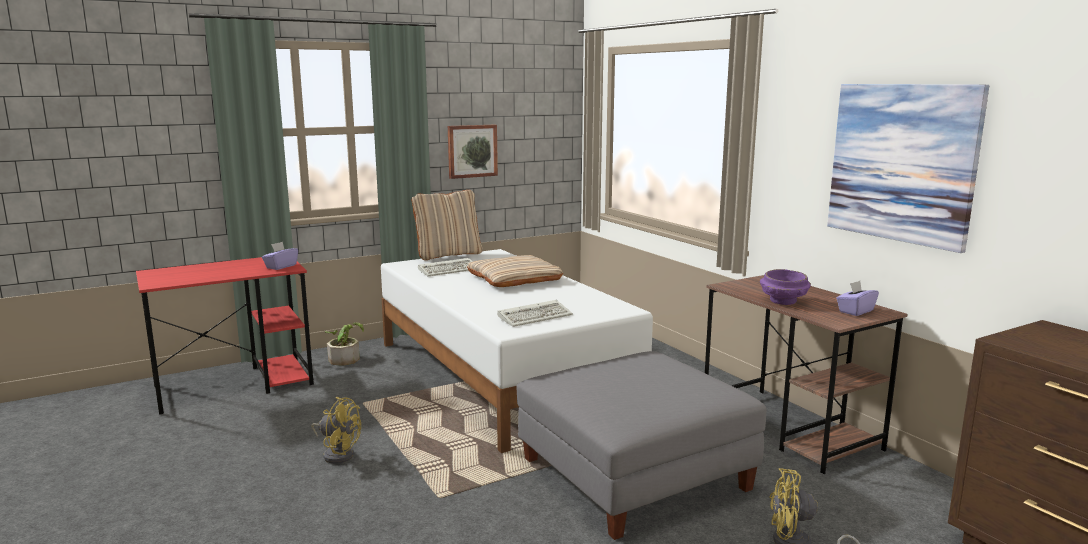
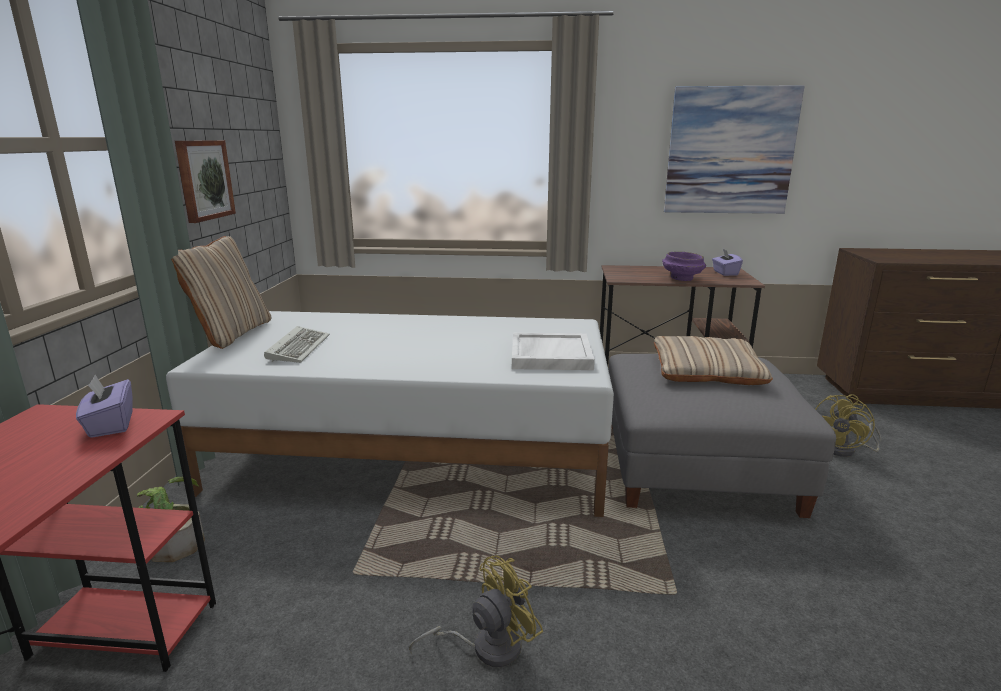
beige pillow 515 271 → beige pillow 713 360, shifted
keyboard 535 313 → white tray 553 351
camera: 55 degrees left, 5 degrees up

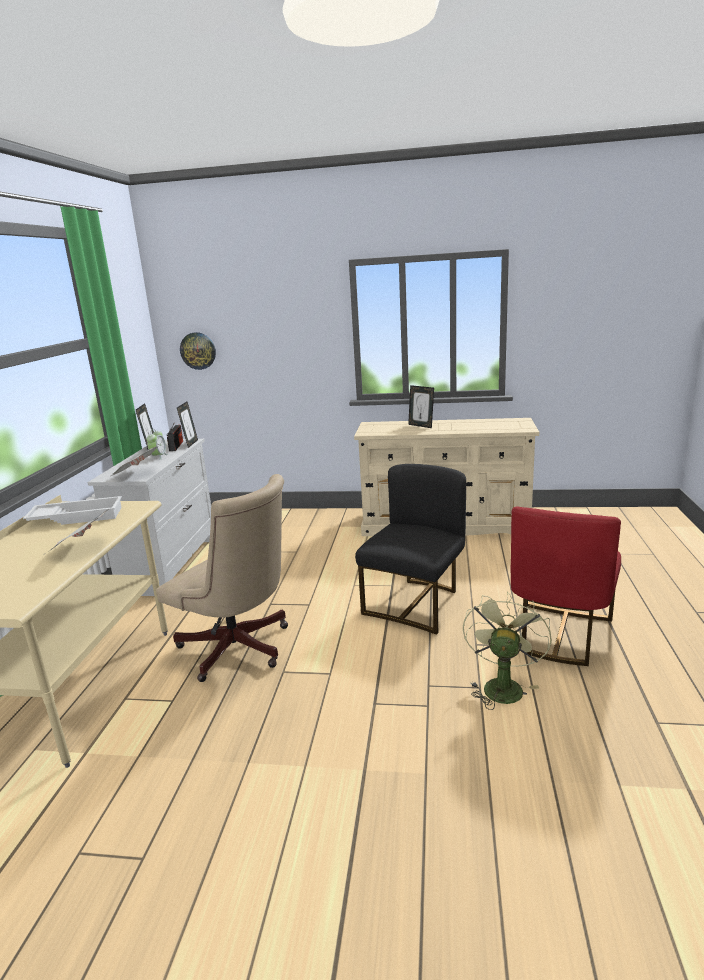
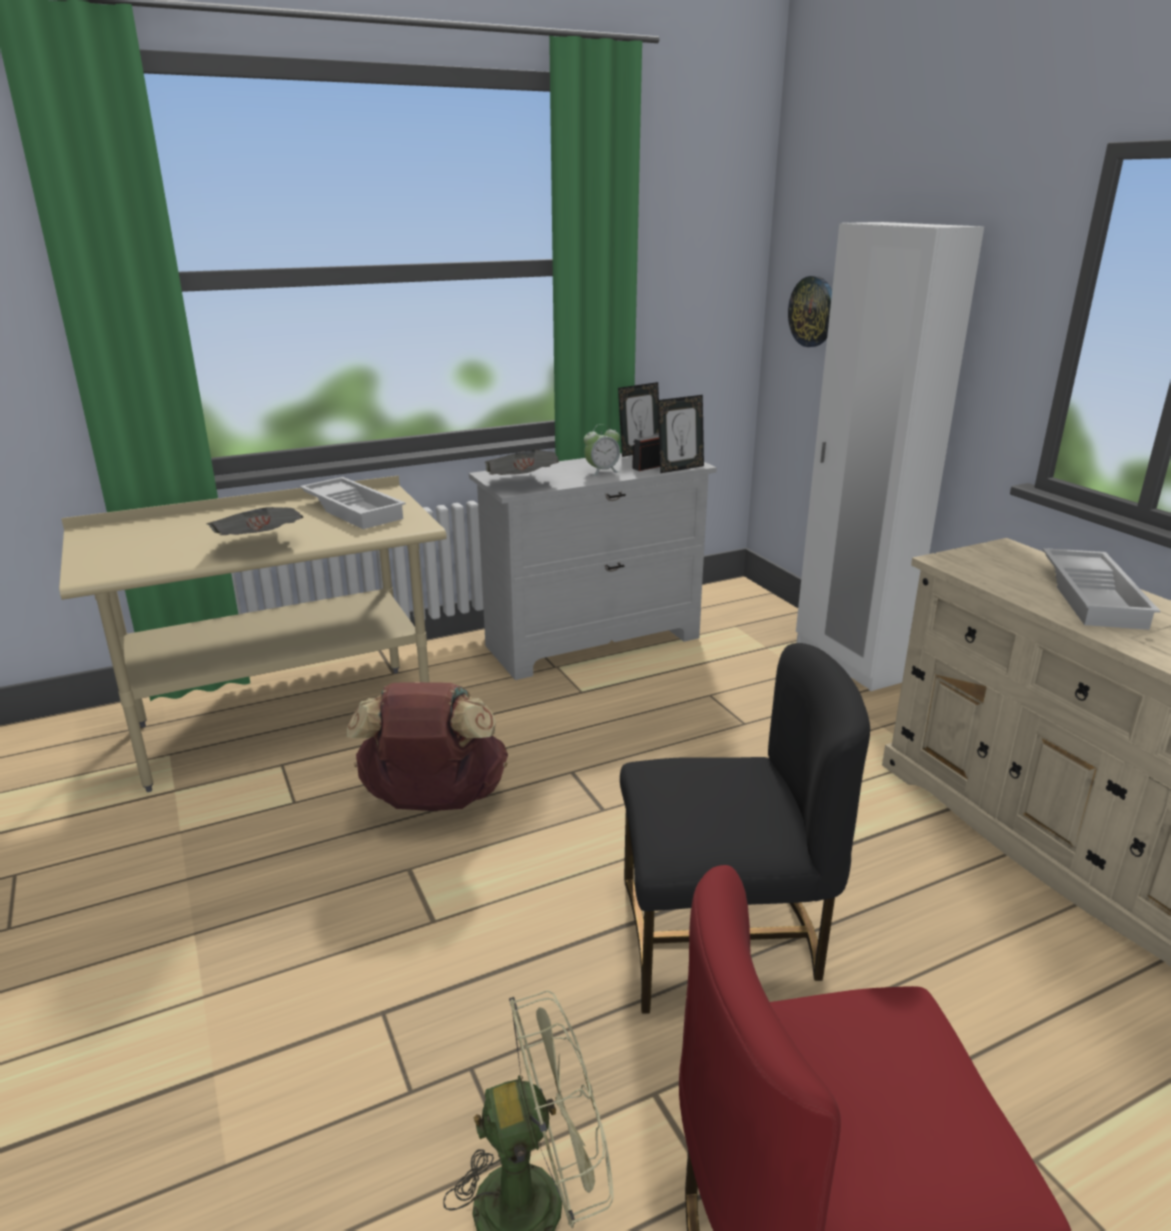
beige office chair 222 578 → brown backpack 427 746
picture frame 421 406 → white tray 1101 589
- → white wardrobe 890 456
camera: 55 degrees right, 5 degrees up

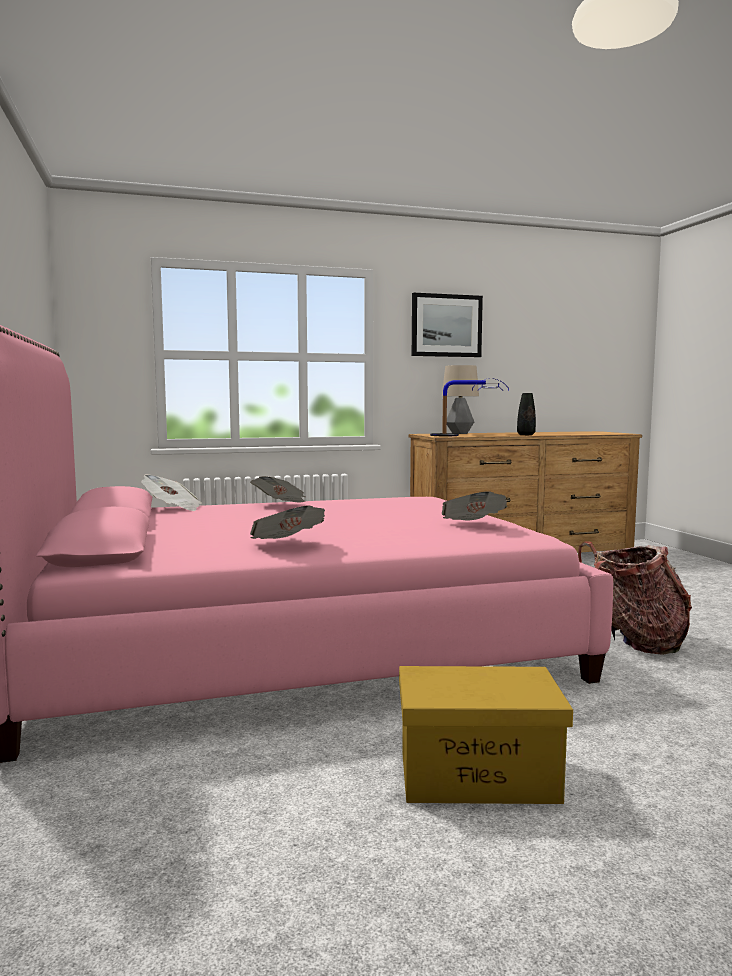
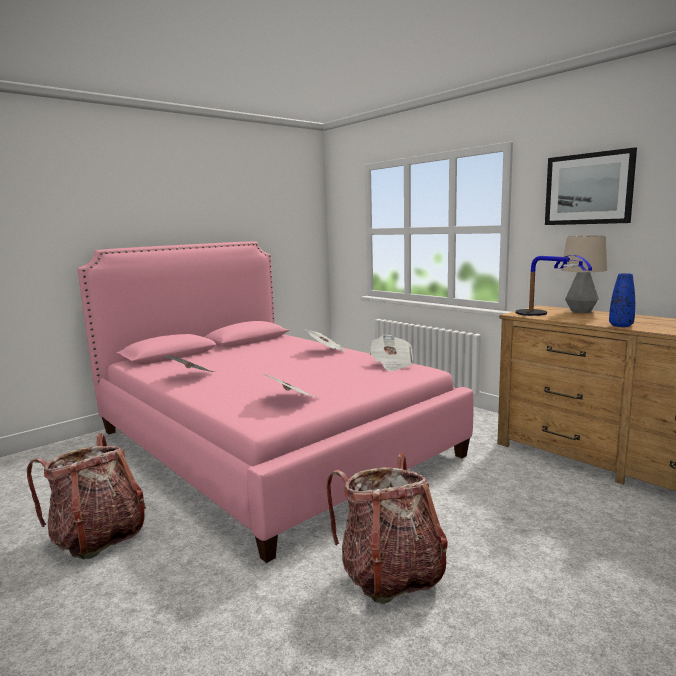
newspaper 171 492 → newspaper 391 353, shifted
yellow storage box 486 735 → backpack 86 496
black vase 526 414 → blue vase 622 300
camera: 65 degrees right, 5 degrees up

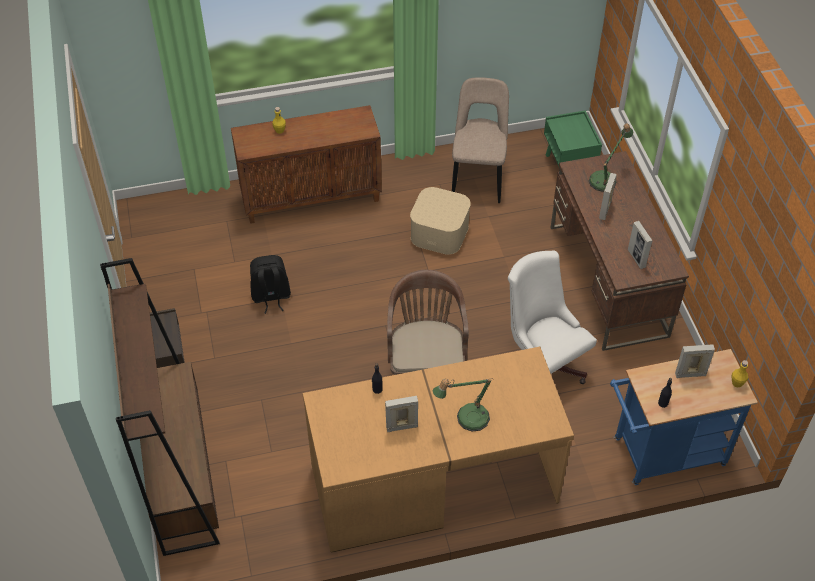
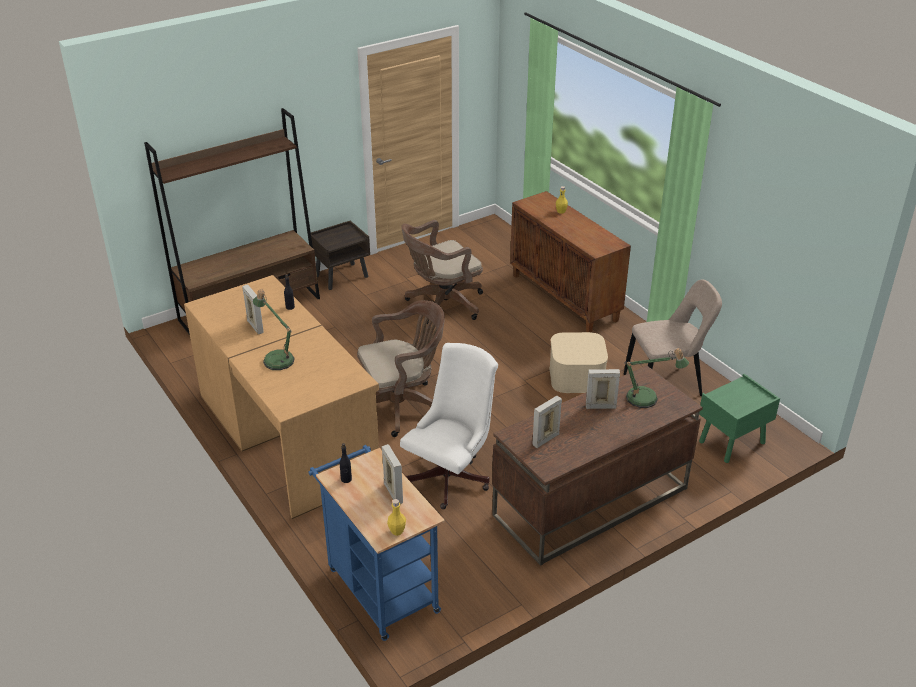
black backpack 270 284 → brown office chair 442 272
camera: 70 degrees right, 15 degrees down

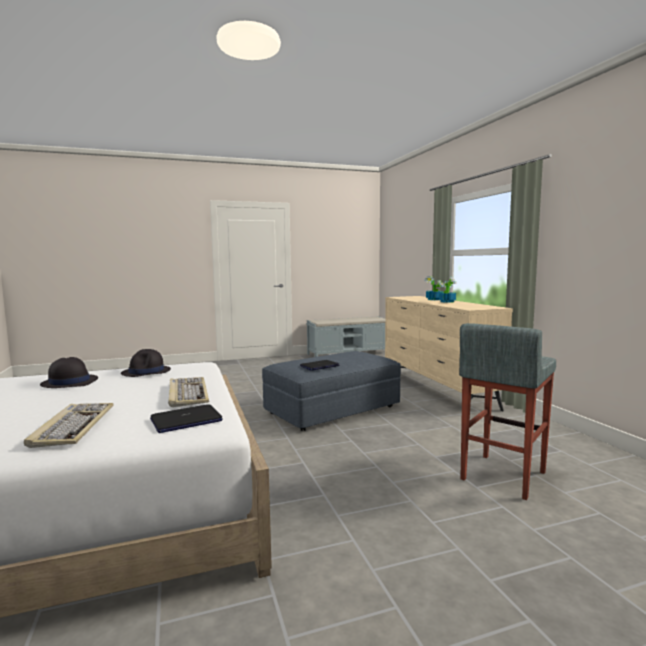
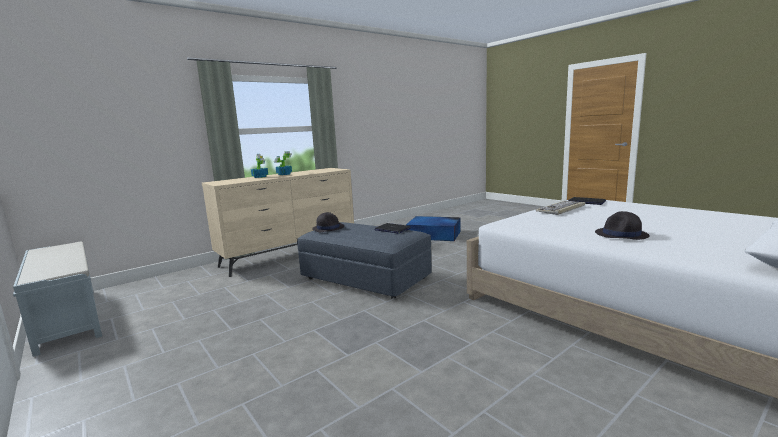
keyboard 69 425 → -
black hat 146 363 → black hat 328 222, shifted
grey stool 507 411 → blue storage box 433 228
camera: 110 degrees left, 5 degrees up

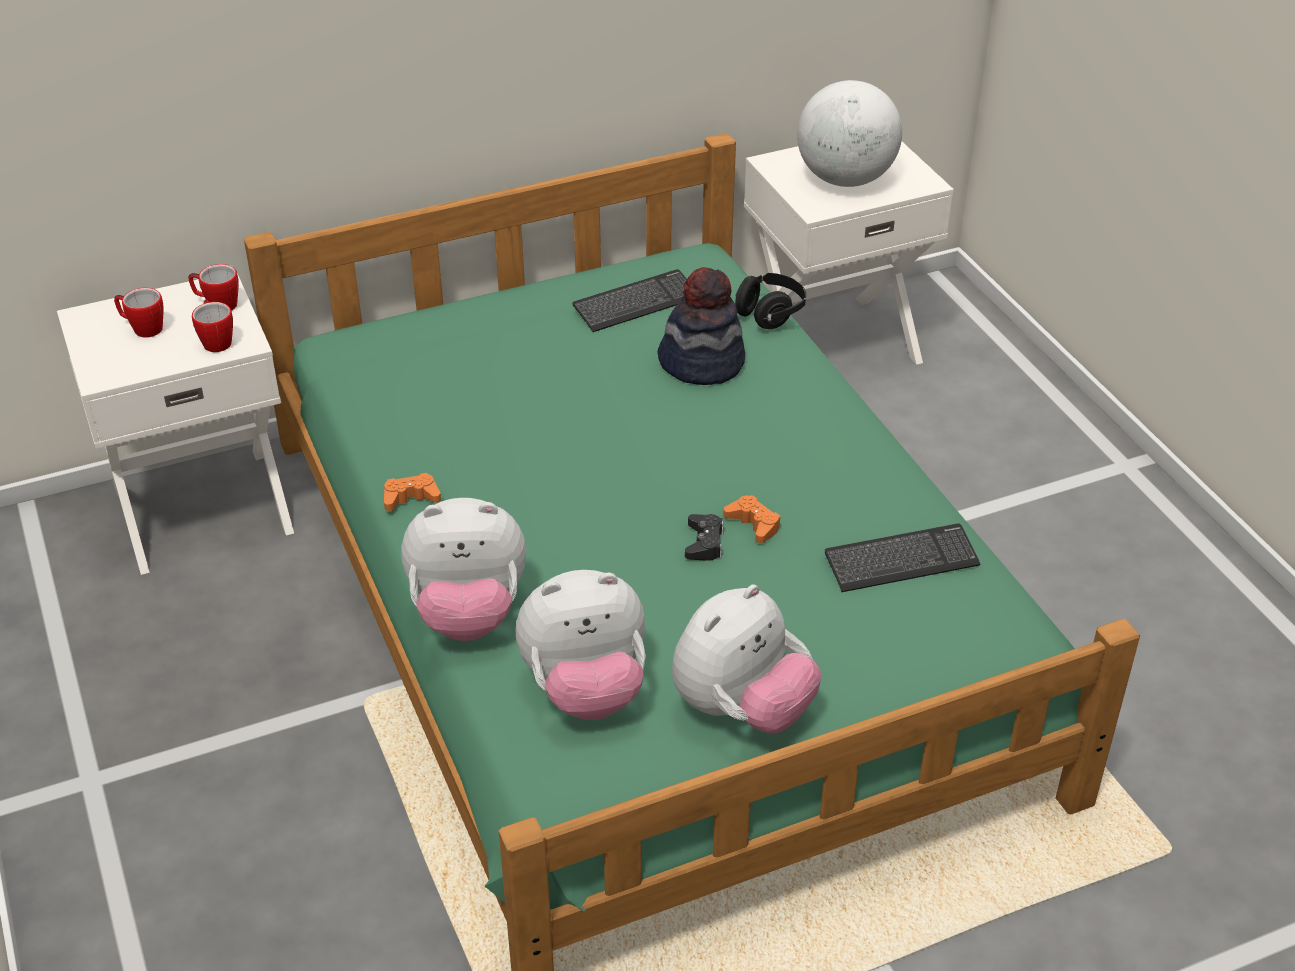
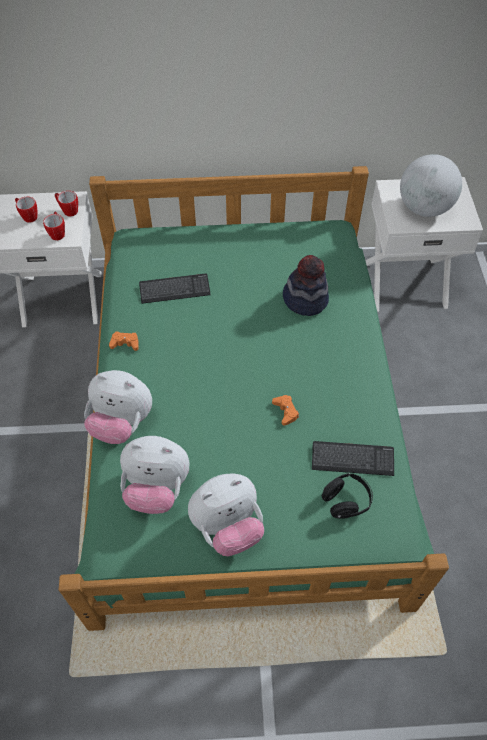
keyboard 629 300 → keyboard 175 288, shifted
black game controller 704 537 → -
black headphones 770 301 → black headphones 347 496, shifted
camera: 20 degrees right, 15 degrees up

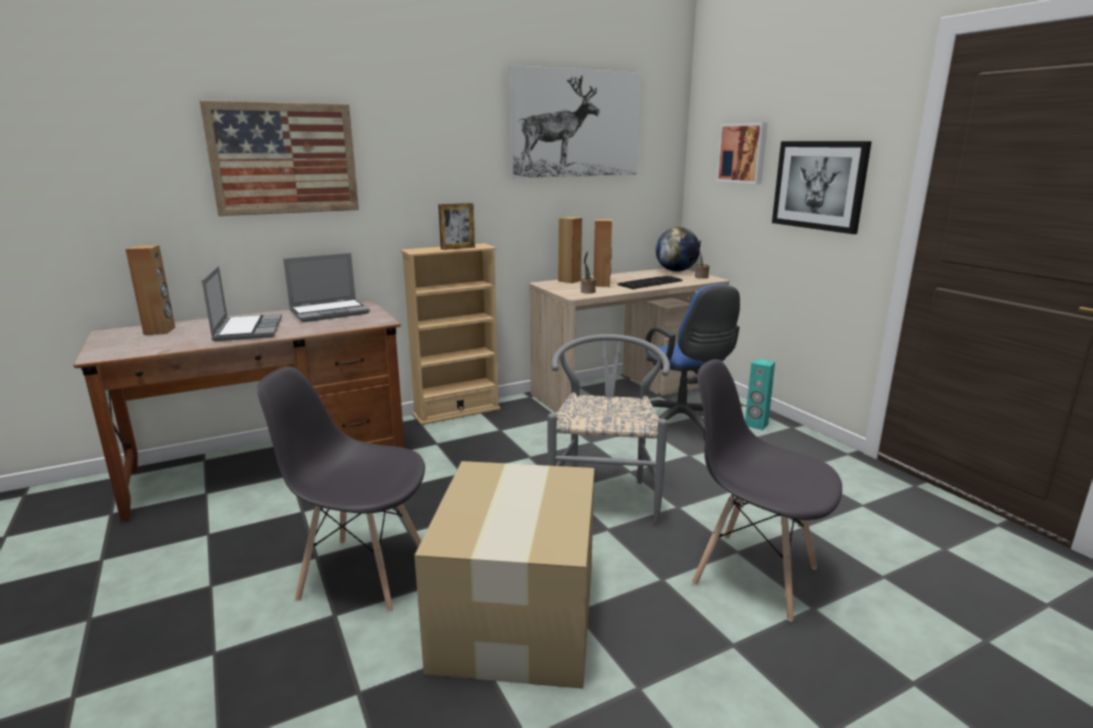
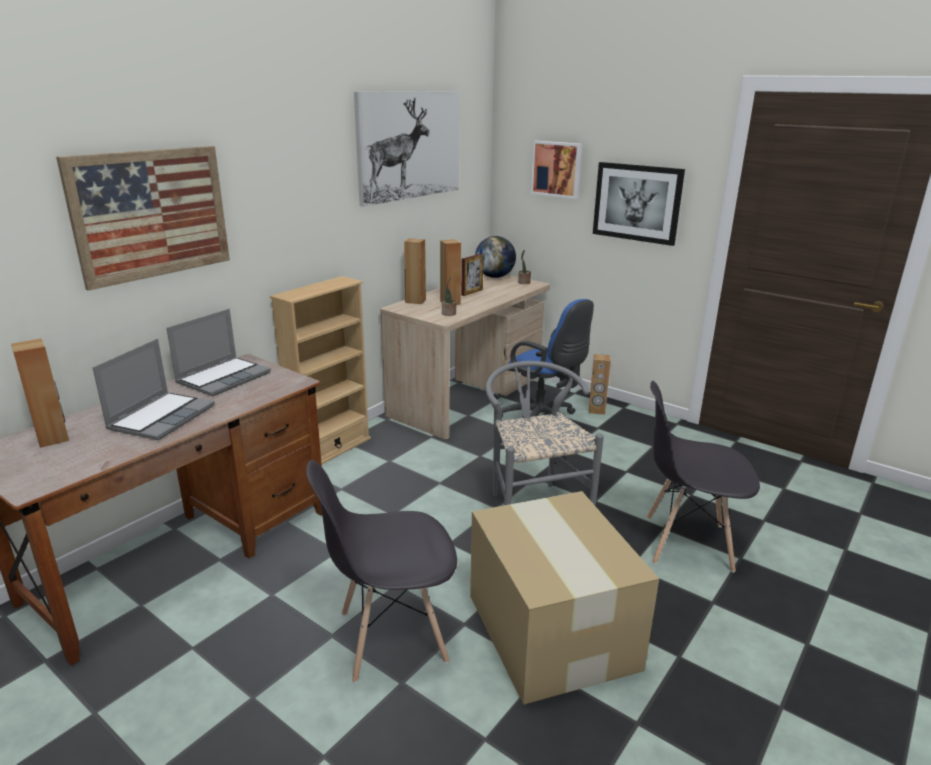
laptop 242 303 → laptop 154 389, 60 degrees clockwise
picture frame 456 226 → picture frame 472 275, shifted
keyboard 650 282 → -
turquoise speaker 760 394 → brown speaker 600 384
camera: 25 degrees left, 5 degrees up

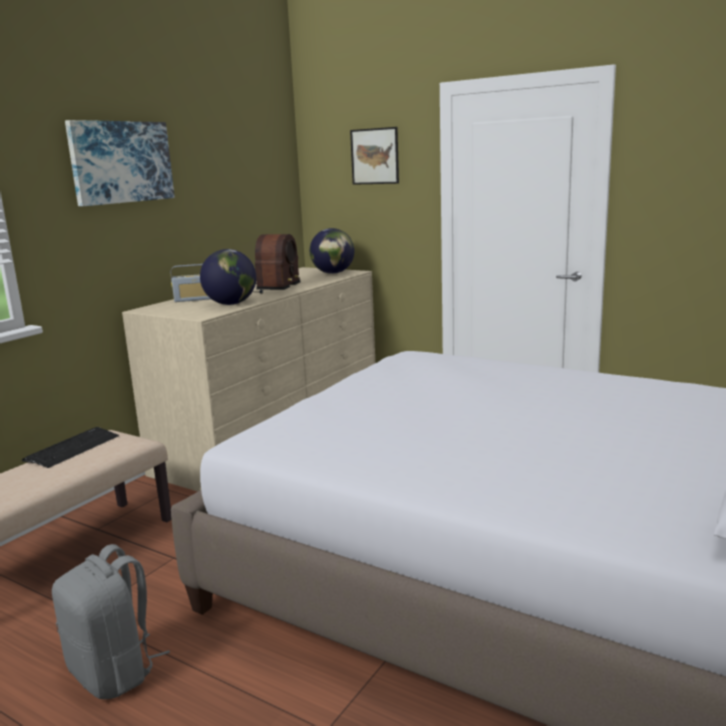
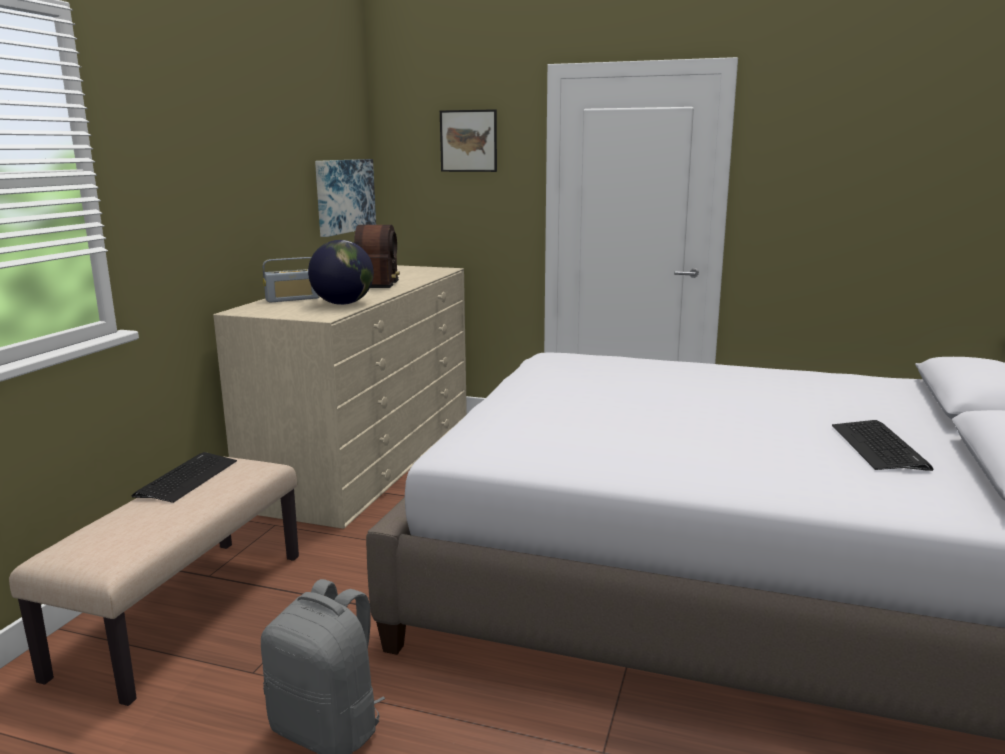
picture 120 163 → picture 345 198, shifted
globe 332 251 → -
- → keyboard 883 445
camera: 15 degrees left, 0 degrees up

